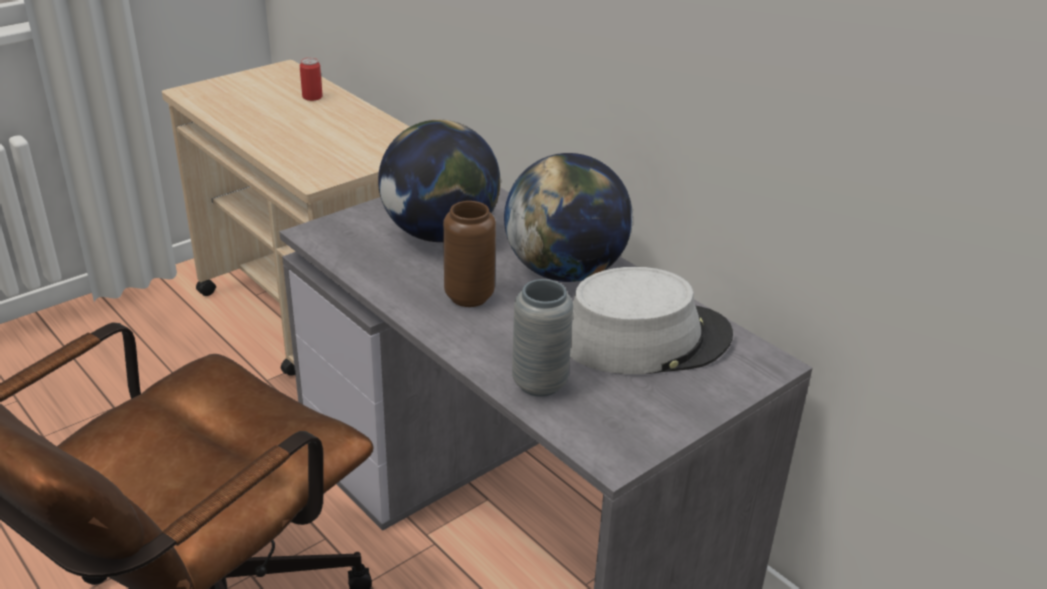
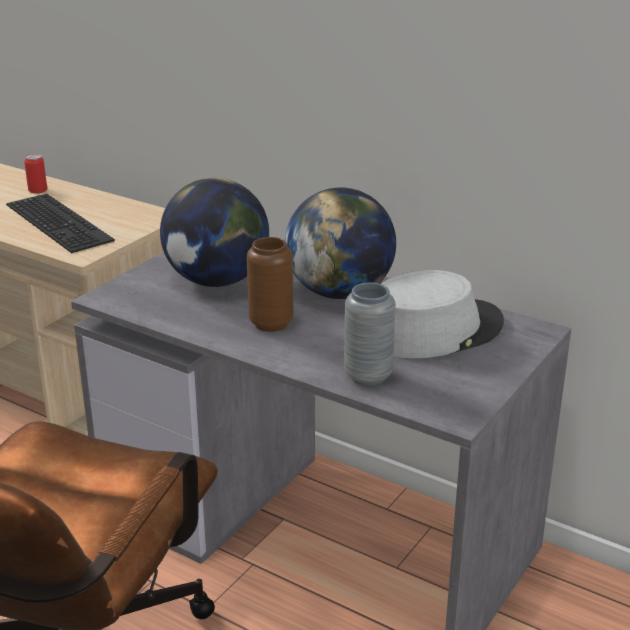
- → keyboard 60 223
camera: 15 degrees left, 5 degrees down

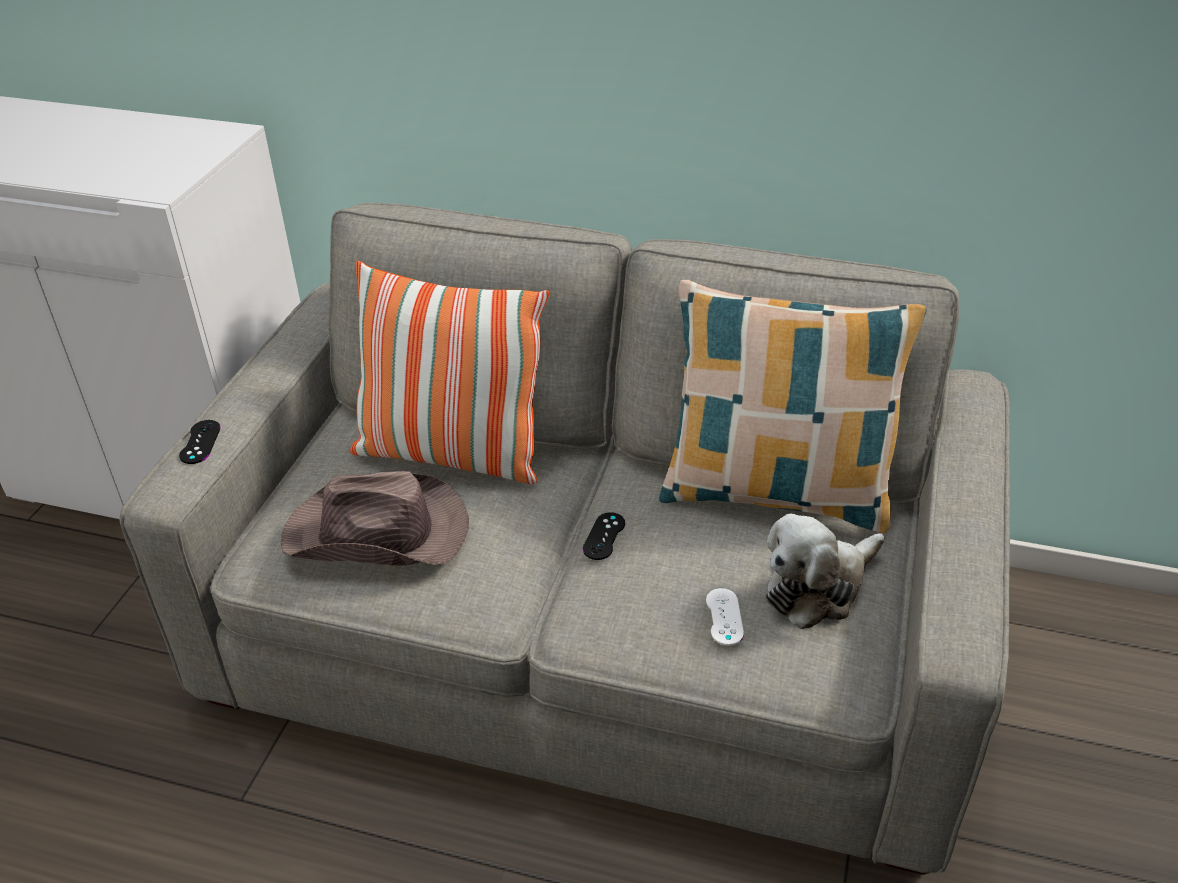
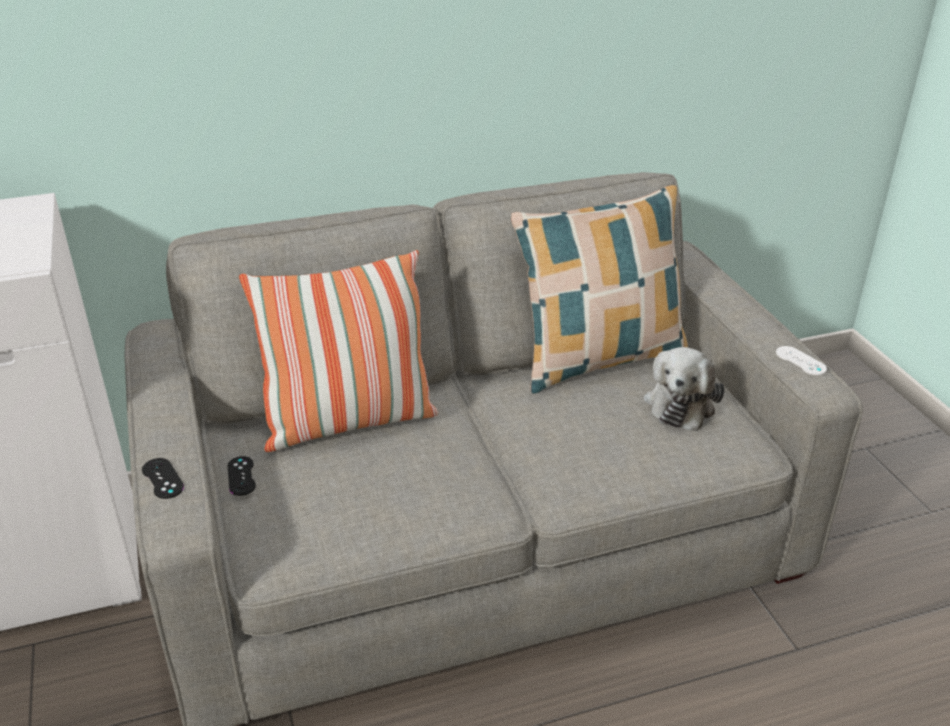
brown hat 375 518 → -
black game controller 603 536 → black game controller 241 476, shifted
white game controller 725 617 → white game controller 801 360, shifted
camera: 35 degrees left, 5 degrees down

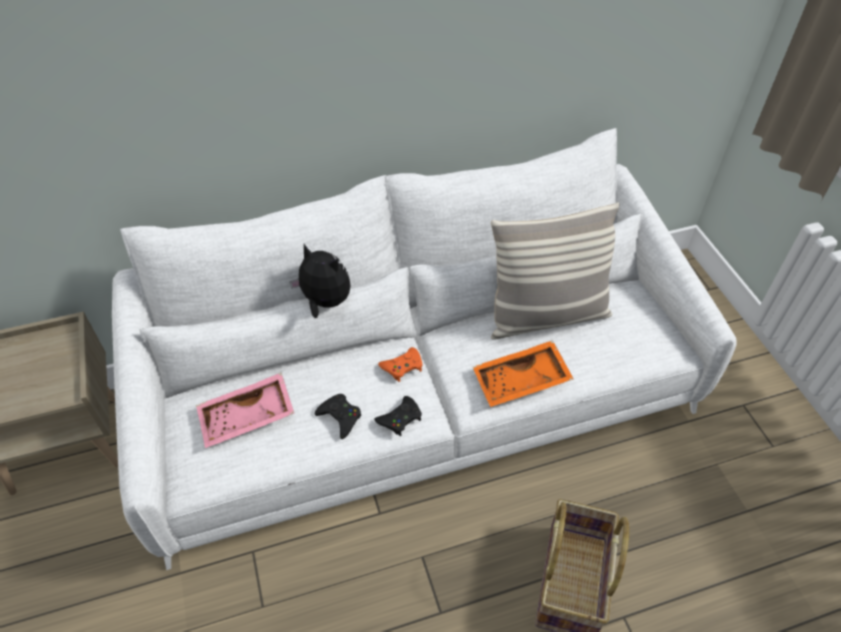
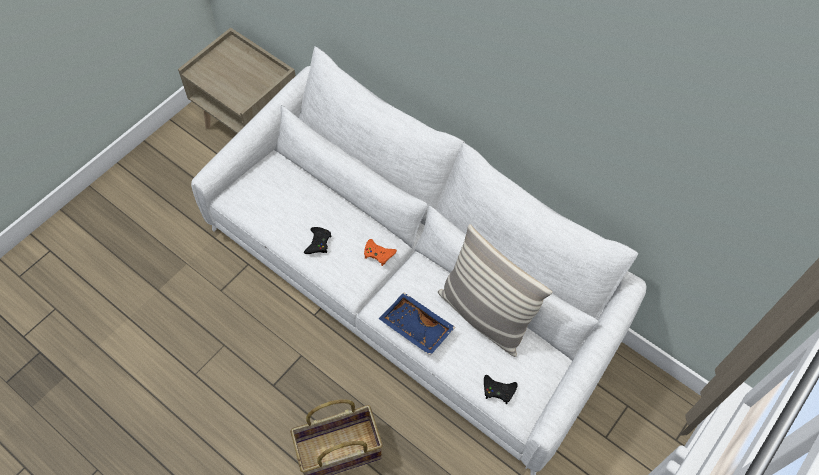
pink tray 245 410 → -
plush toy 319 281 → -
black game controller 398 416 → black game controller 501 389, shifted
orange tray 523 373 → blue tray 417 324
camera: 55 degrees right, 10 degrees up

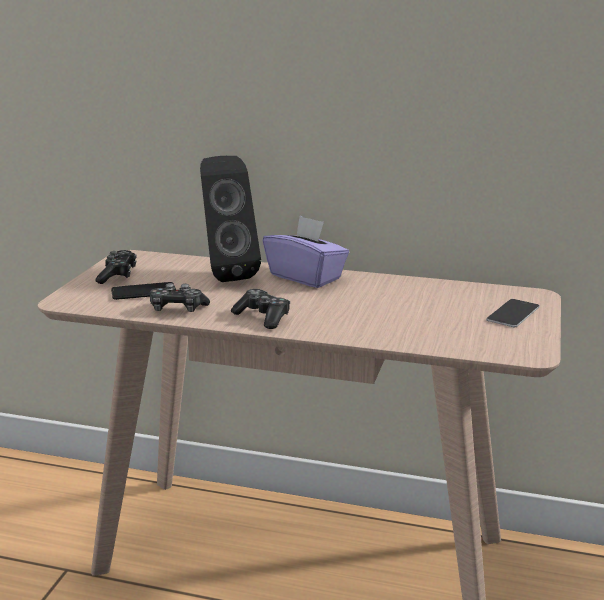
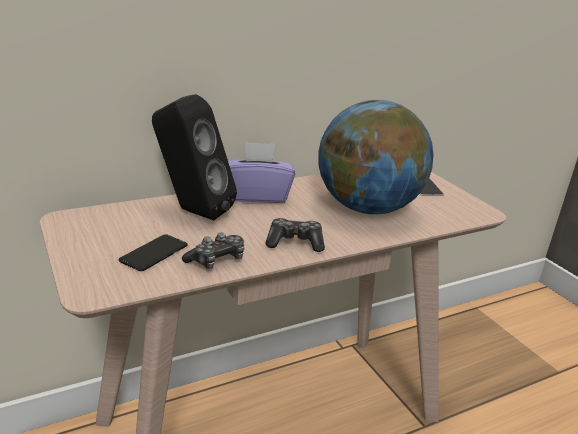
game controller 116 267 → -
- → globe 376 157
camera: 45 degrees left, 5 degrees up

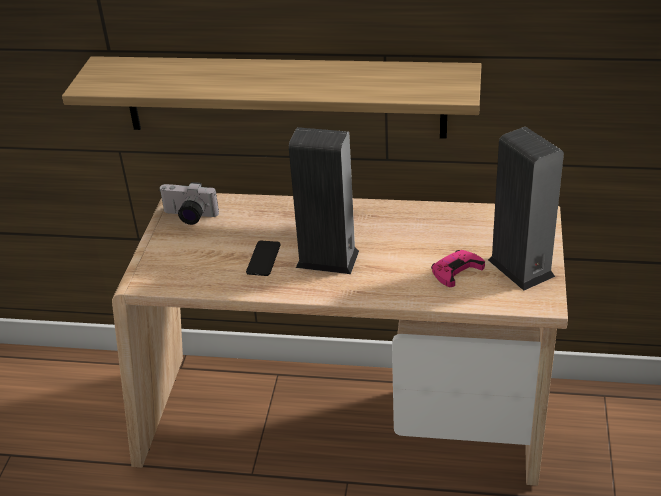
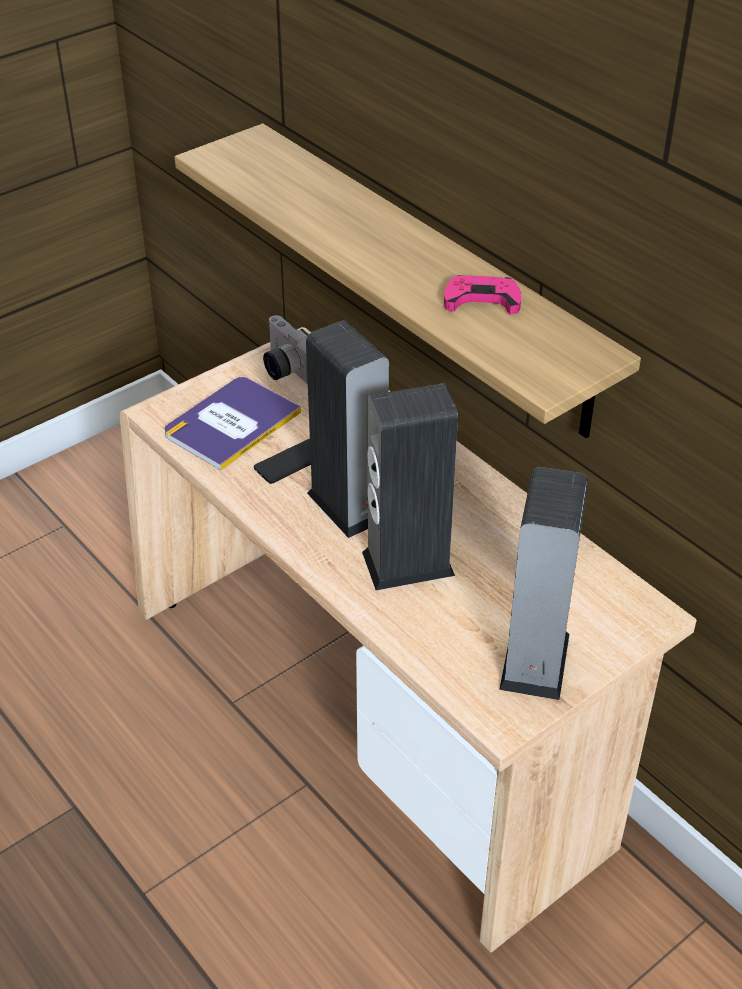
pink game controller 458 268 → pink game controller 483 295, shifted
- → book 232 424
- → speaker 410 487
camera: 40 degrees right, 5 degrees up

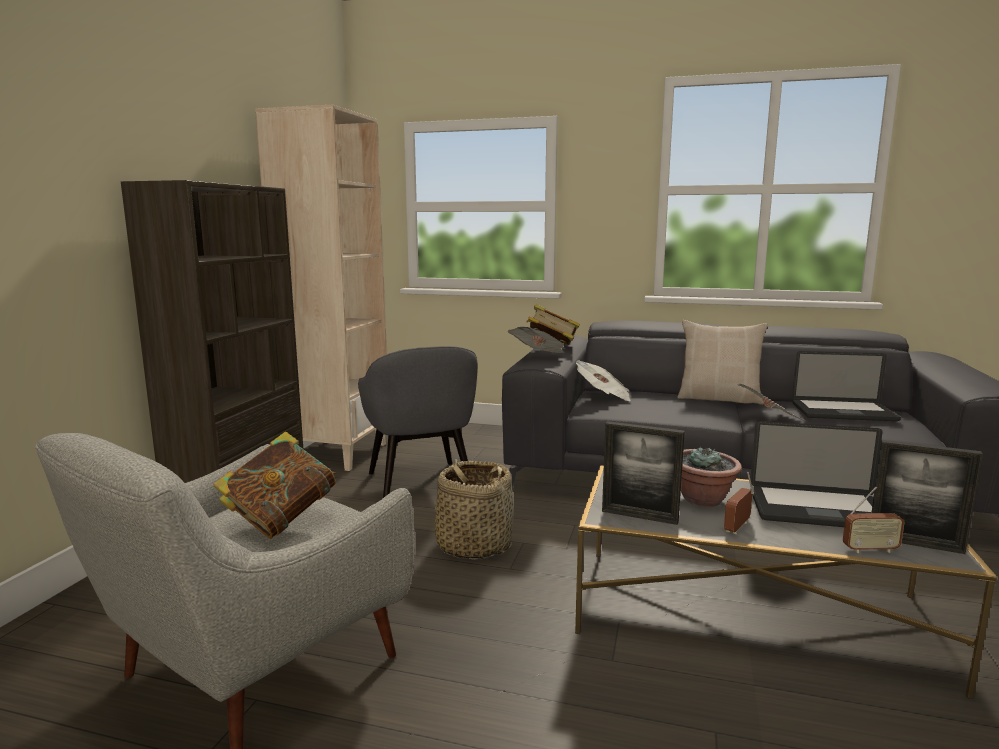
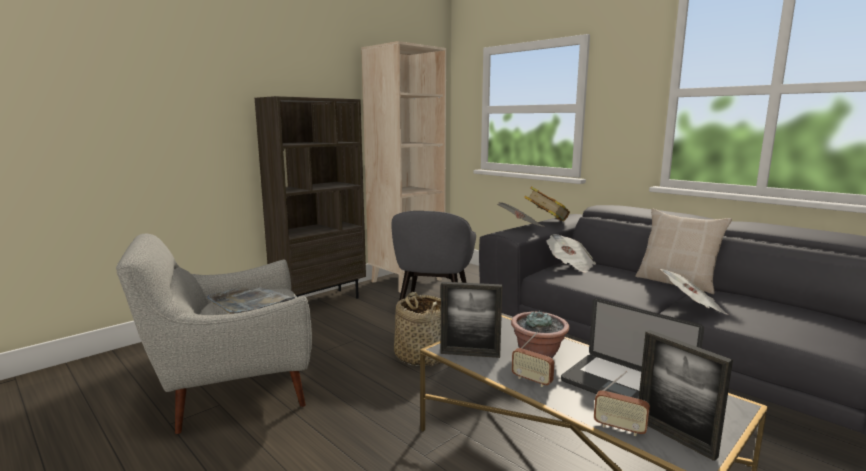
book 274 485 → grey tray 252 300
picture frame 643 473 → picture frame 472 320, 45 degrees counterclockwise
radio 739 503 → radio 533 359, 120 degrees counterclockwise
laptop 846 386 → -
camera: 30 degrees right, 0 degrees up

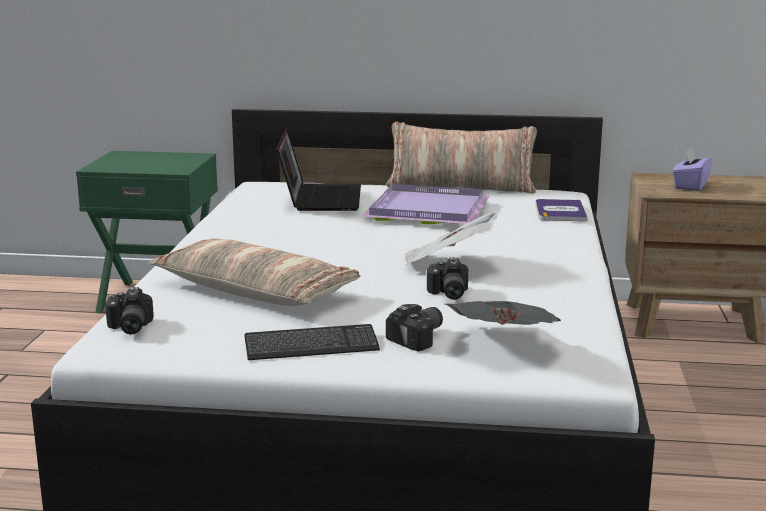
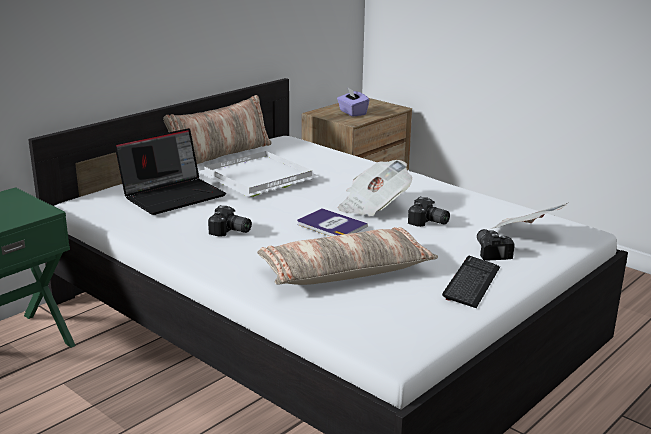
photo camera 129 310 → photo camera 230 221, shifted
laptop 319 170 → laptop 170 171, 105 degrees clockwise
purple tray 425 204 → white tray 258 174
book 562 210 → book 332 222, shifted
camera: 55 degrees left, 5 degrees up

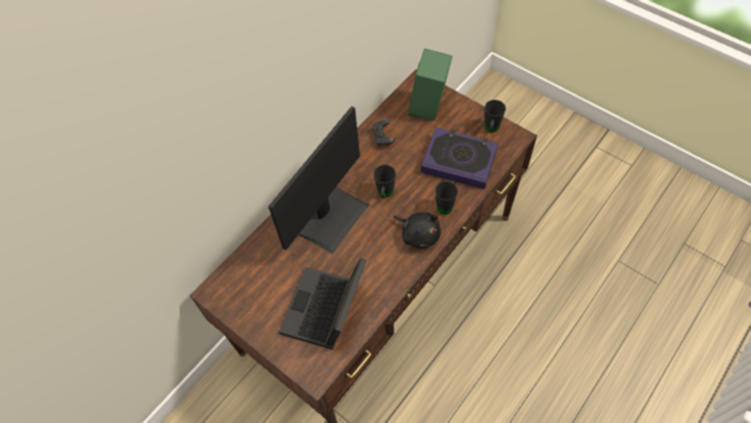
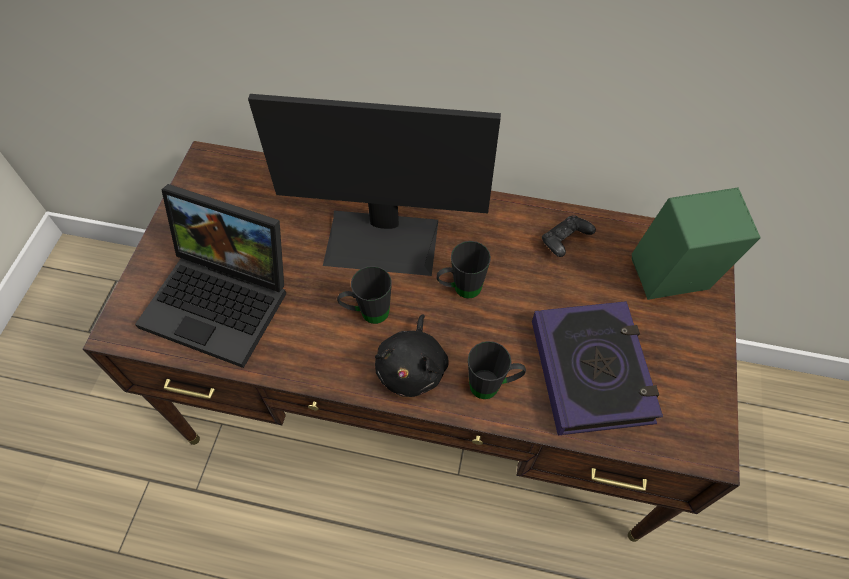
laptop 323 303 → laptop 210 276, 150 degrees counterclockwise
black mug 495 116 → black mug 364 295, shifted
camera: 60 degrees right, 0 degrees up

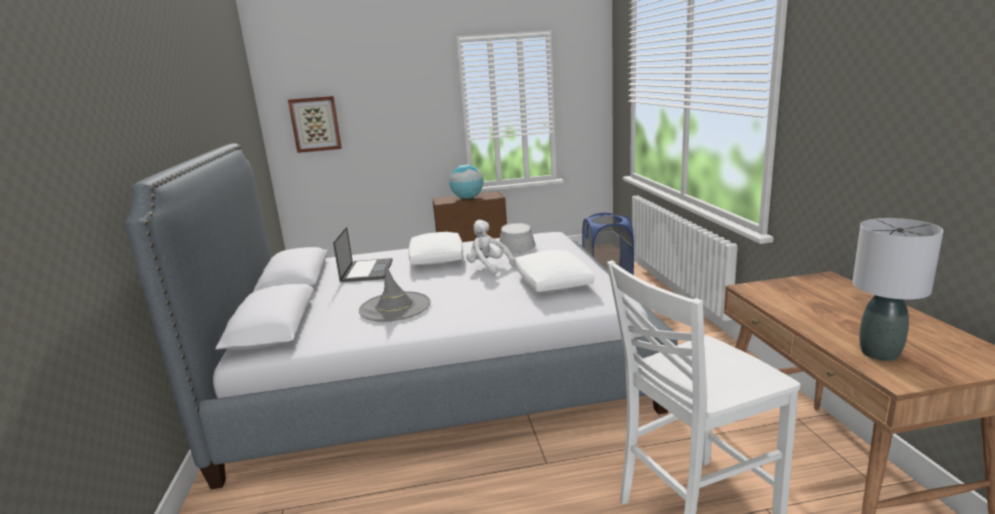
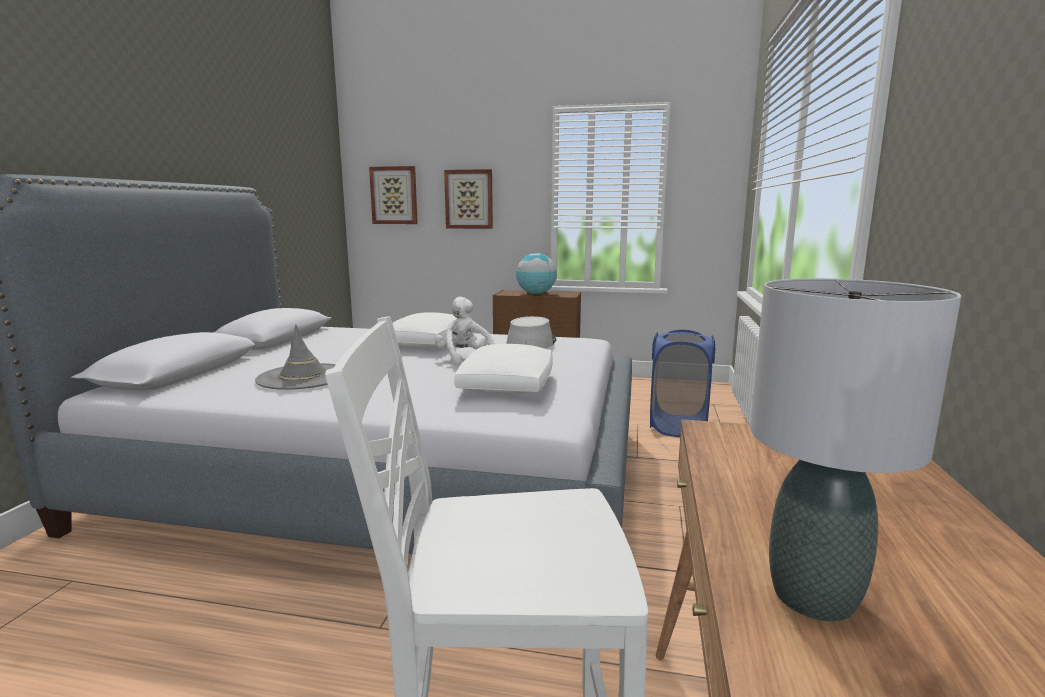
laptop 363 254 → -
- → picture 468 199
camera: 20 degrees right, 5 degrees down

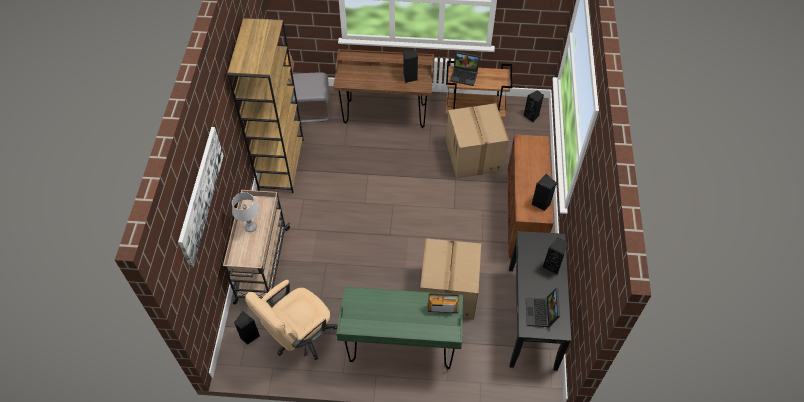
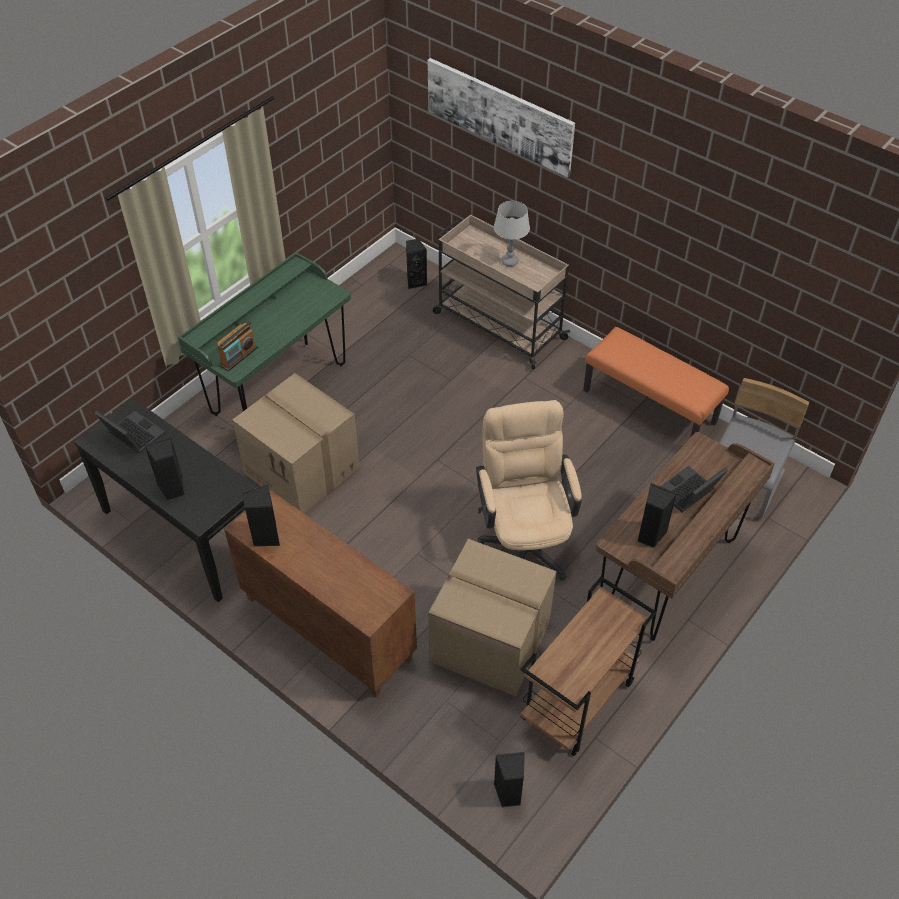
brown bookcase 265 105 → orange bench 656 382
beige office chair 291 320 → beige office chair 529 490, shifted
laptop 465 69 → laptop 694 489, shifted
camera: 125 degrees right, 5 degrees down

